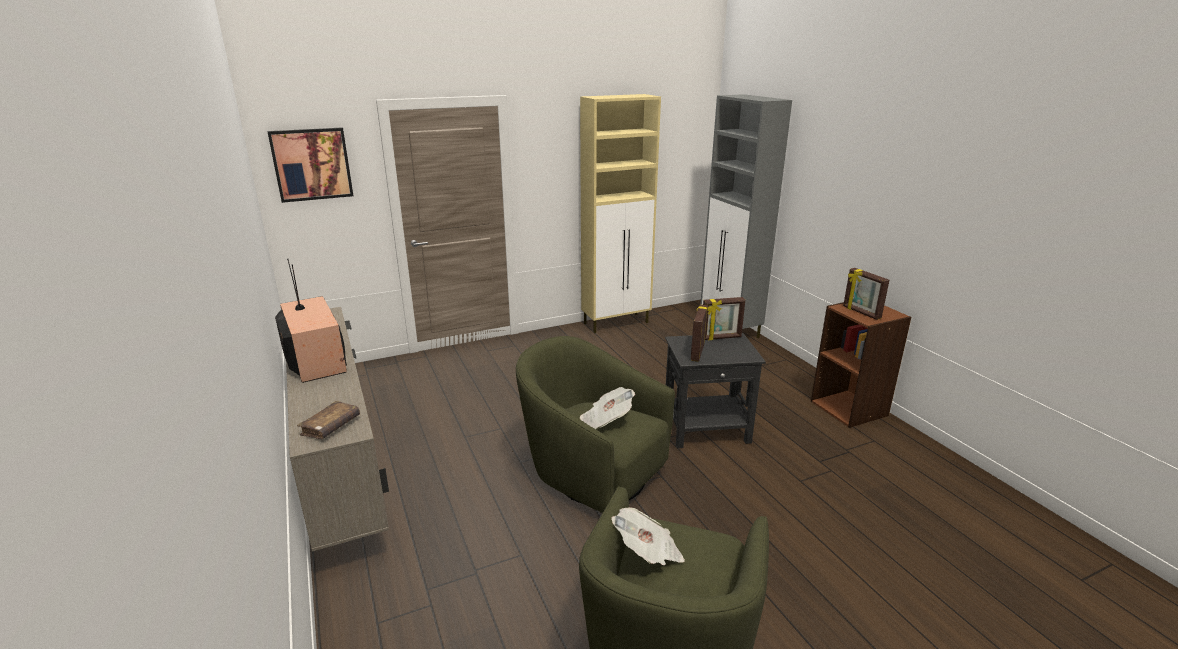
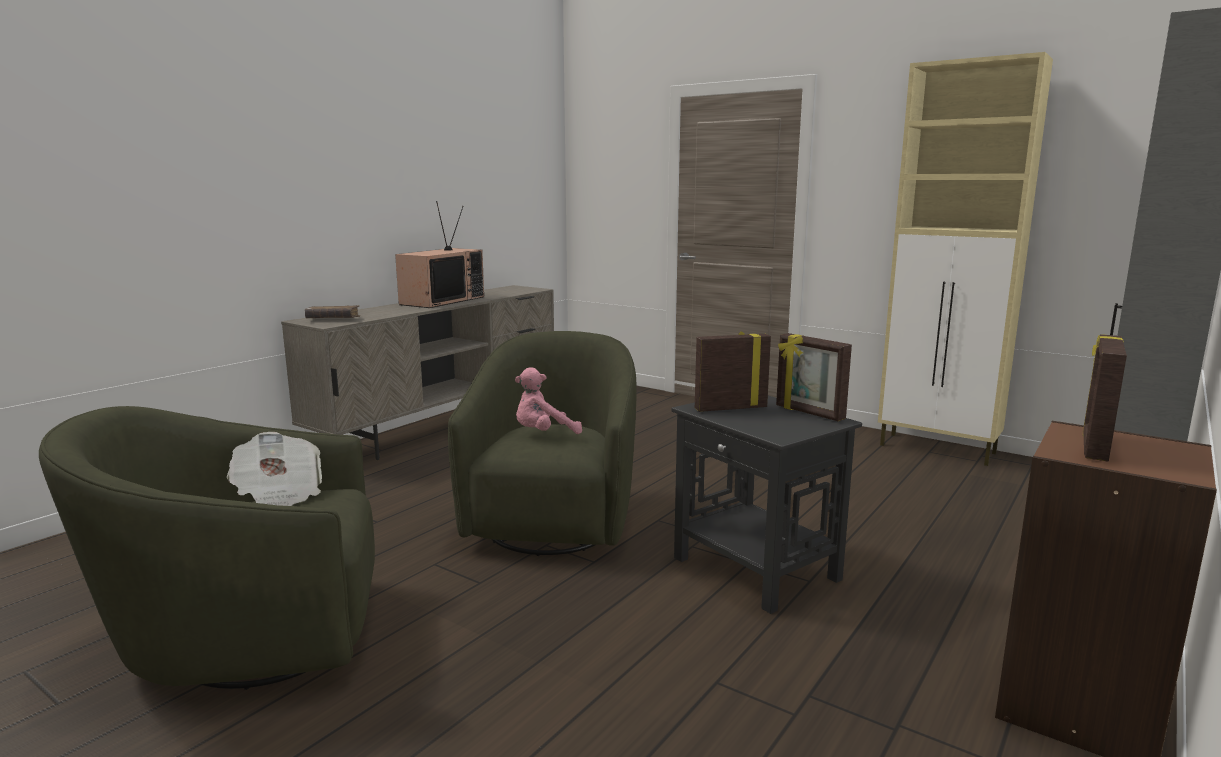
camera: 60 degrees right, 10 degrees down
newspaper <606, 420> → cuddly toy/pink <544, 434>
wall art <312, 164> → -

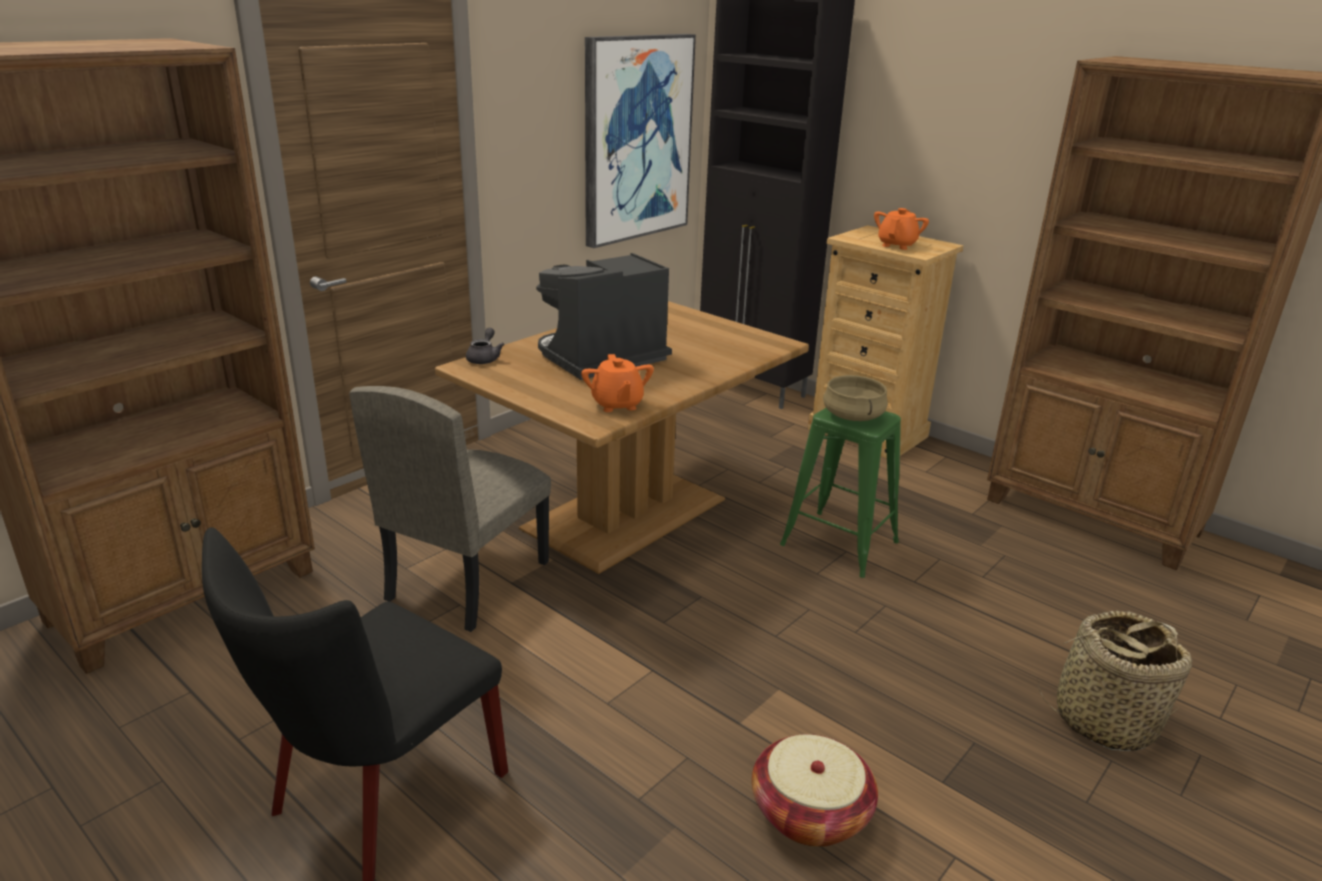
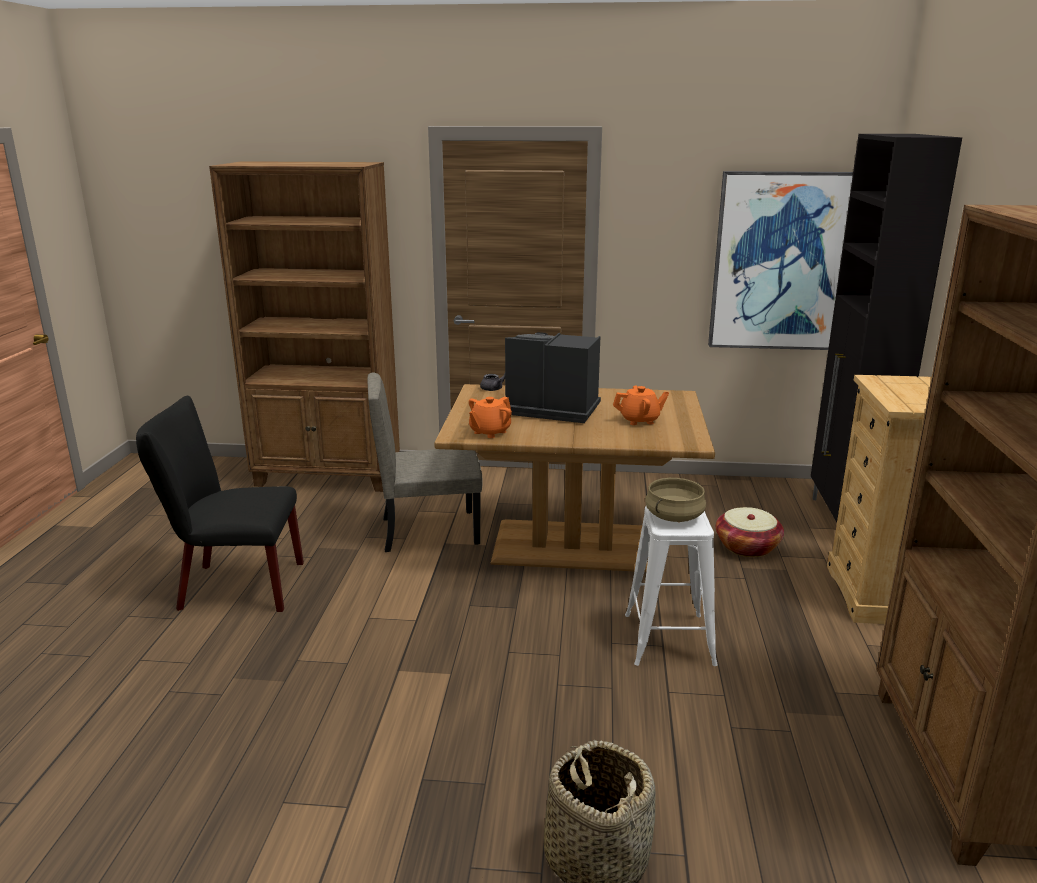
camera: 55 degrees right, 5 degrees down
pot for tea/orange <897, 245> → pot for tea/orange <640, 420>, moved
stool/green <839, 543> → stool/white <669, 639>
household basket <810, 813> → household basket <747, 547>, moved

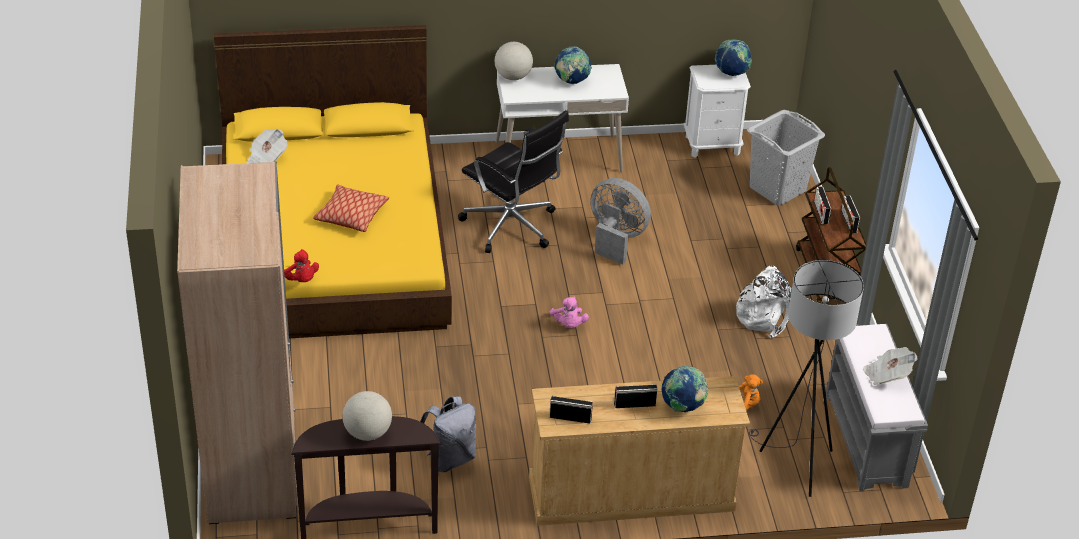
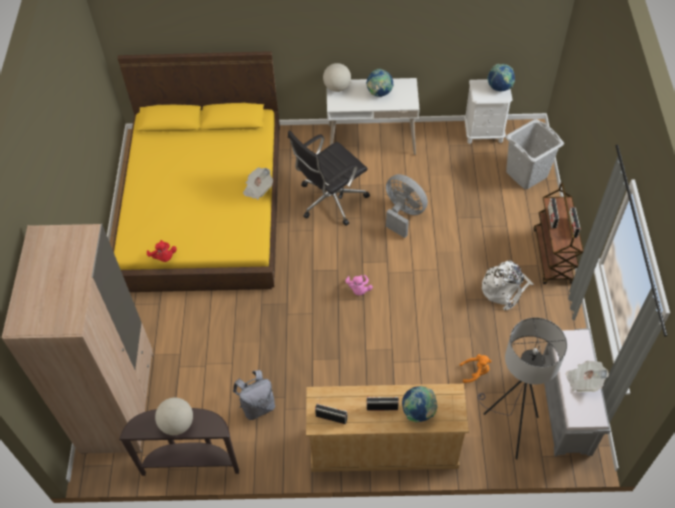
camera: 10 degrees right, 15 degrees up
newspaper <266, 158> → newspaper <258, 189>, moved
desk chair/black <512, 227> → desk chair/black <330, 200>, 90 degrees clockwise
pillow <351, 215> → -

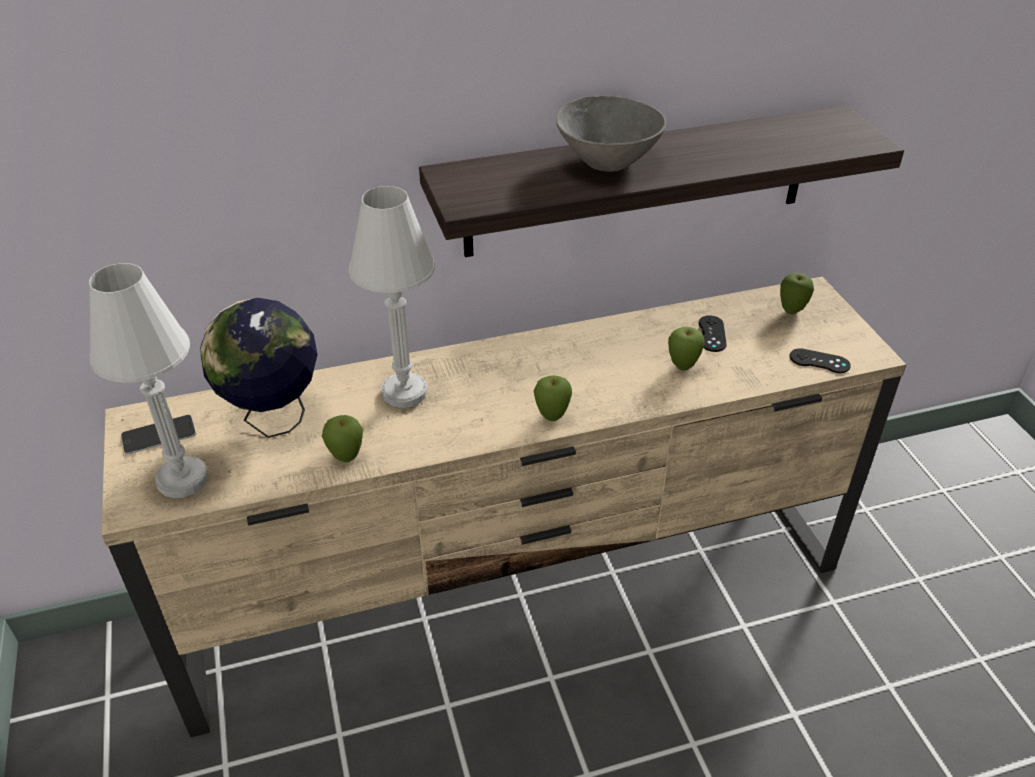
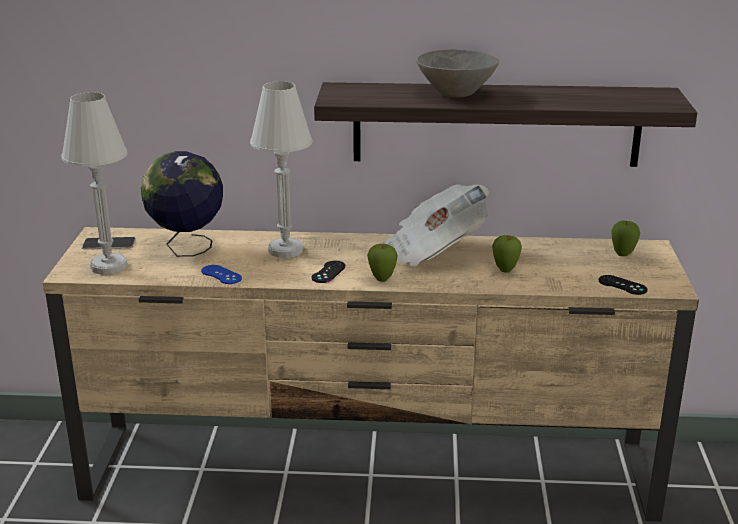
camera: 20 degrees right, 15 degrees down
whole apple <346, 458> → gamepad/blue-coloured <221, 275>
gamepad/black <712, 334> → gamepad/black <328, 272>, moved
- → newspaper <432, 251>

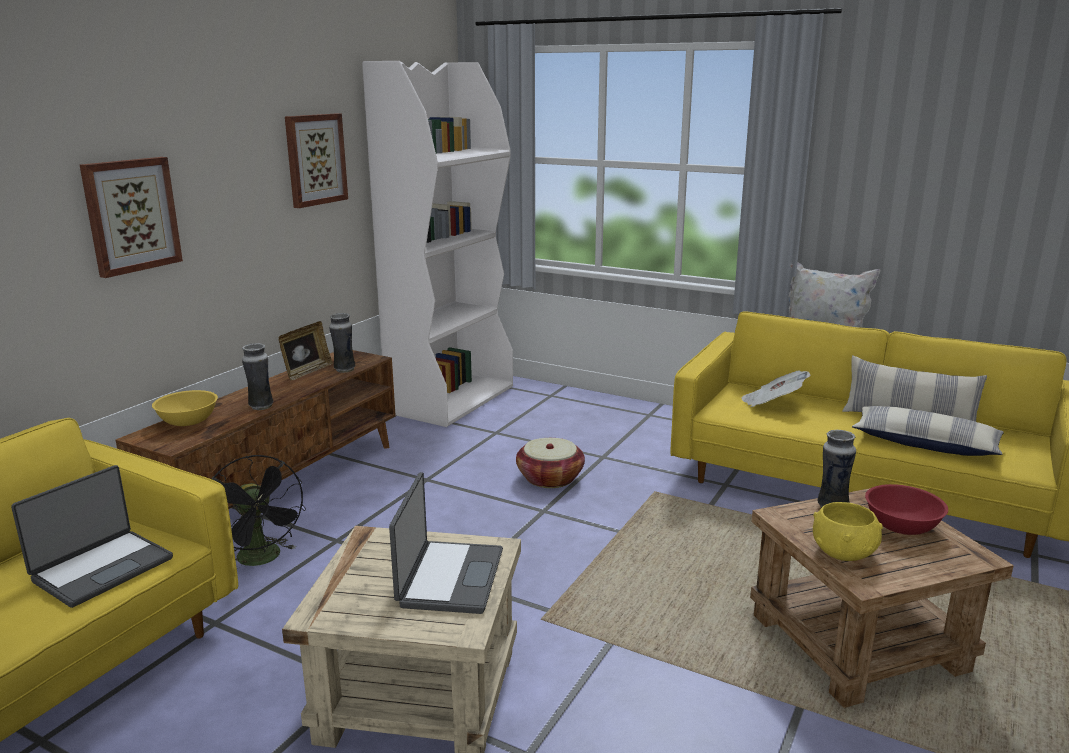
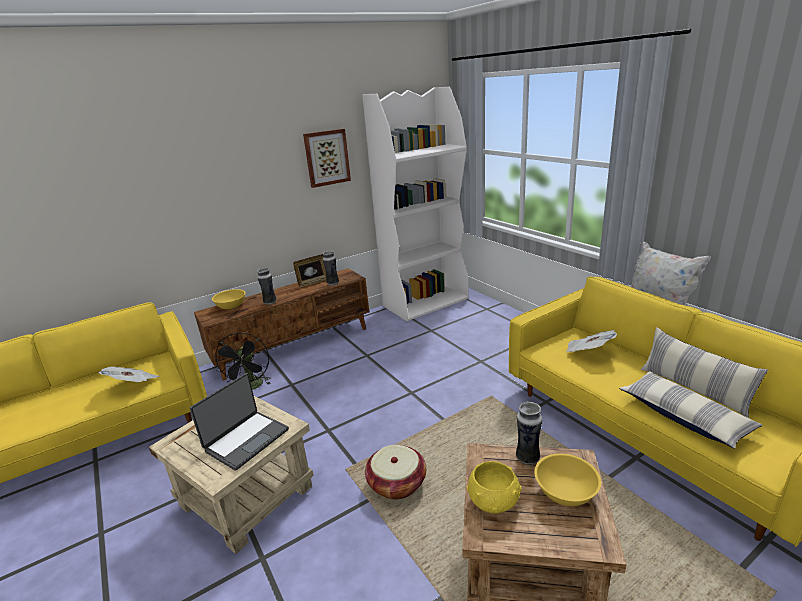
camera: 30 degrees right, 5 degrees up
laptop <102, 568> → newspaper <134, 384>
household basket <550, 478> → household basket <397, 483>, moved
bowl/reddish <901, 526> → bowl/yellow-coloured <565, 492>
wall art <131, 215> → -

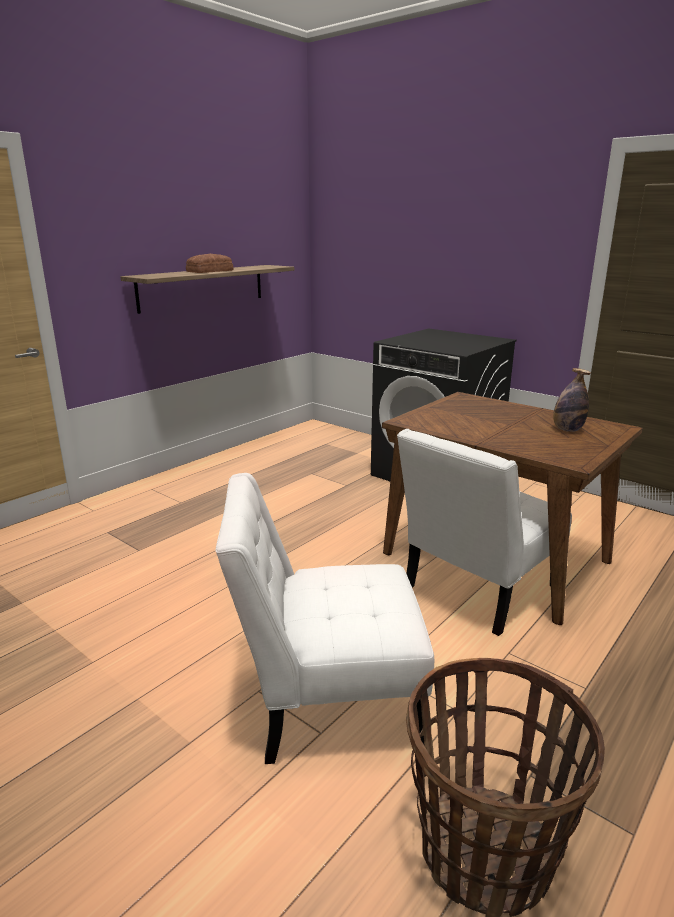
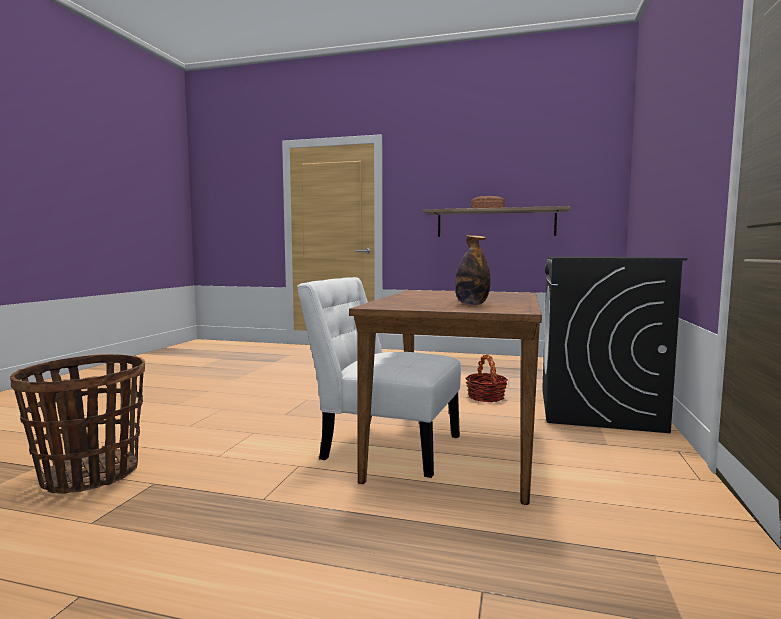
camera: 65 degrees right, 15 degrees down
- → household basket <486, 397>
plain chair/white <327, 701> → -

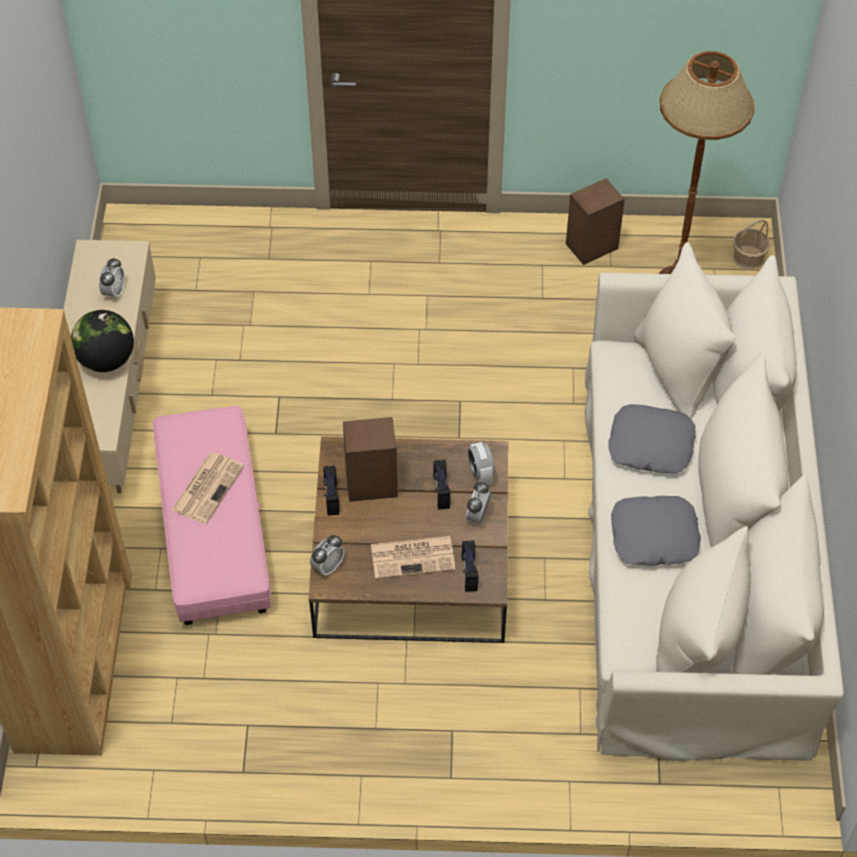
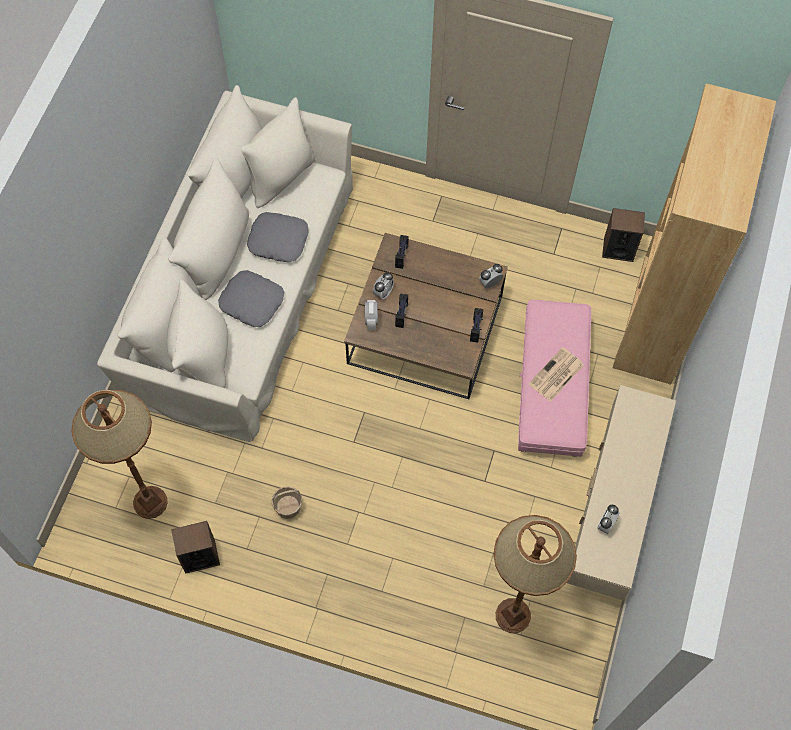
camera: 165 degrees left, 10 degrees up
household basket <748, 258> → household basket <288, 507>, moved
- → standard lamp/brownish <512, 615>
loudspeaker <371, 484> → loudspeaker <618, 249>, moved
world globe <106, 360> → -
newspaper <414, 557> → -

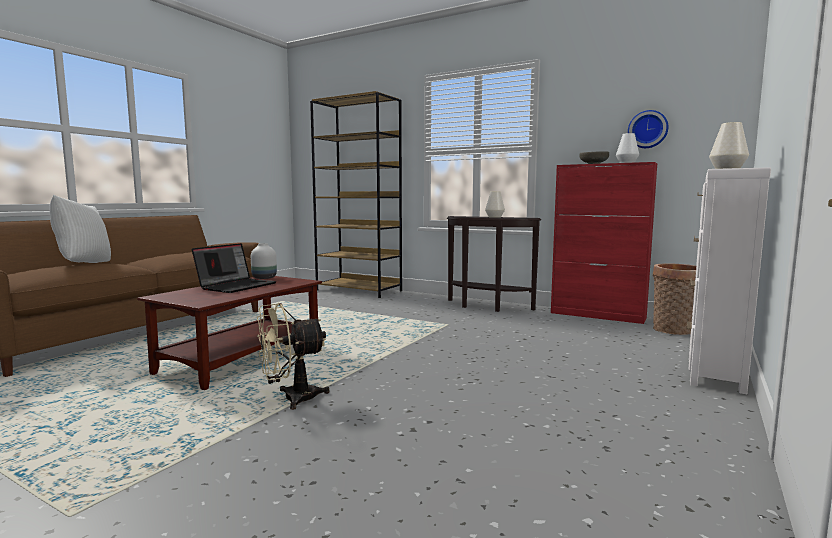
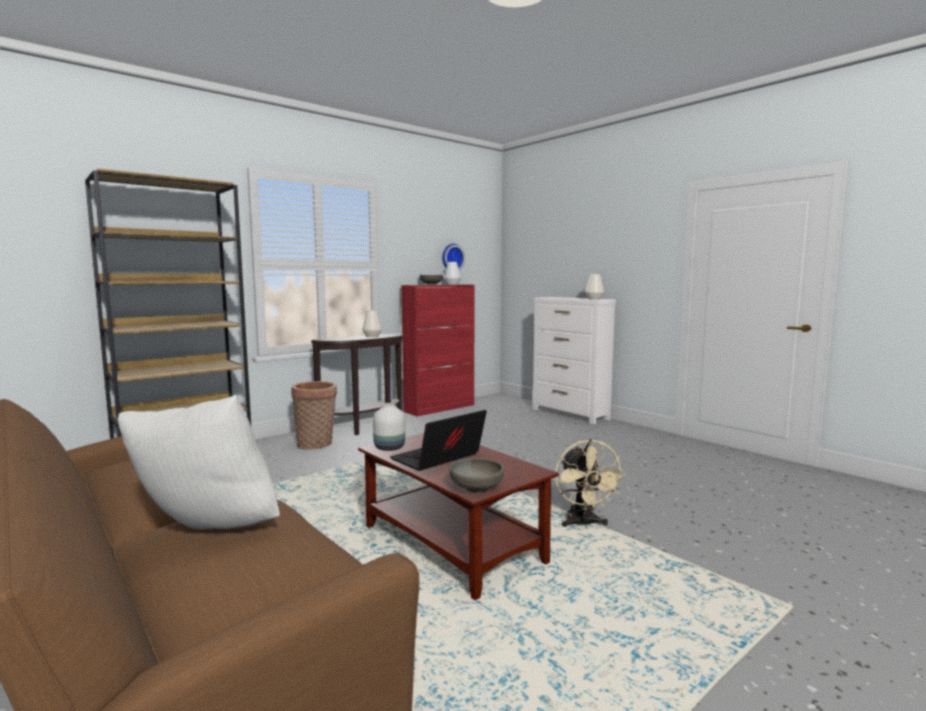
camera: 70 degrees left, 0 degrees up
household basket <674, 331> → household basket <316, 444>, moved
laptop <237, 286> → laptop <437, 459>, 90 degrees counterclockwise
- → bowl/greyish <476, 488>

